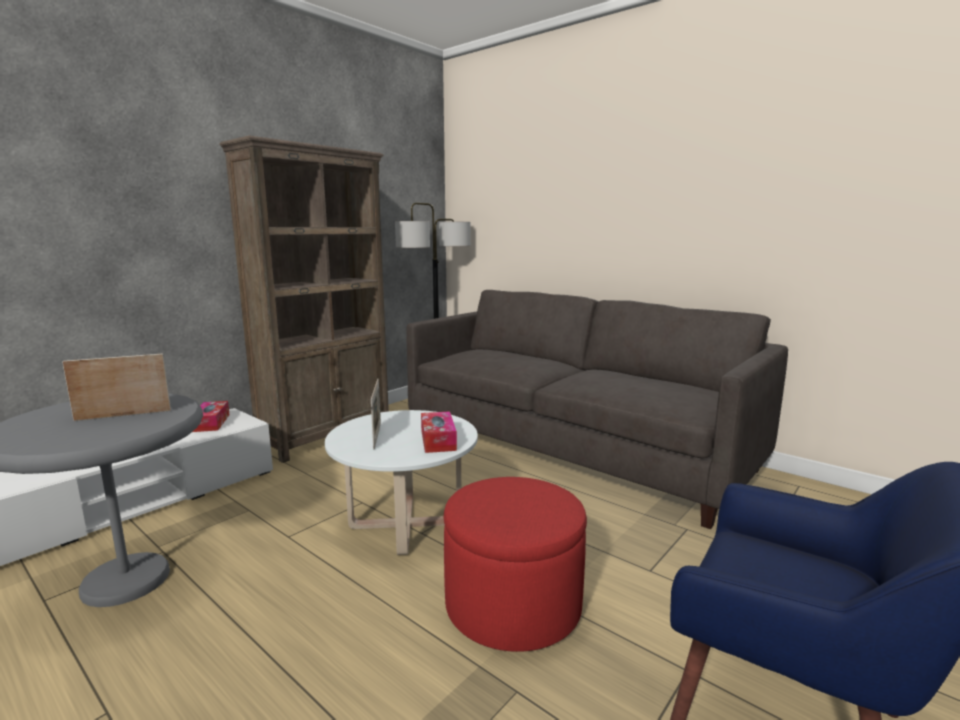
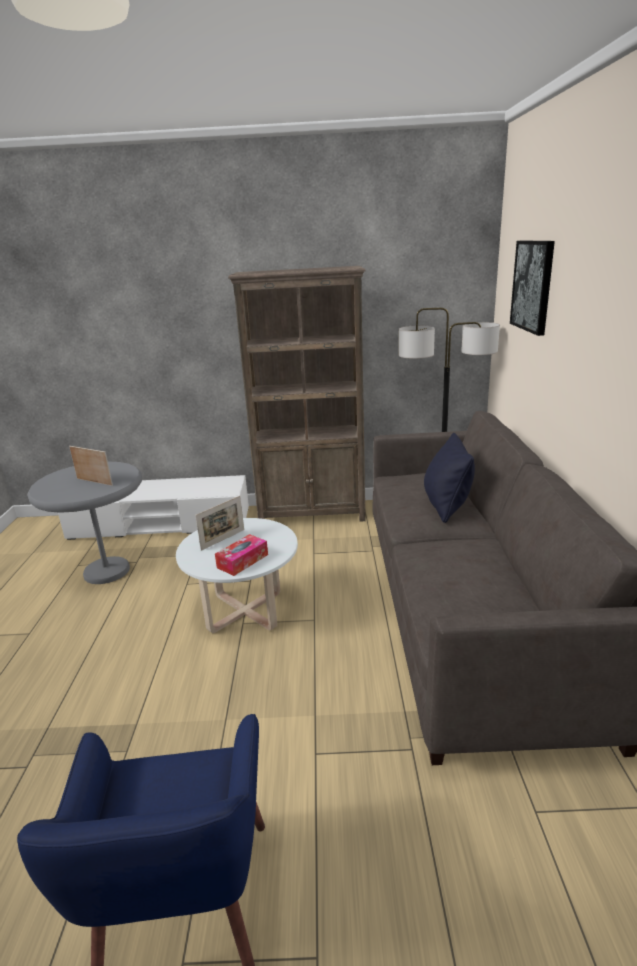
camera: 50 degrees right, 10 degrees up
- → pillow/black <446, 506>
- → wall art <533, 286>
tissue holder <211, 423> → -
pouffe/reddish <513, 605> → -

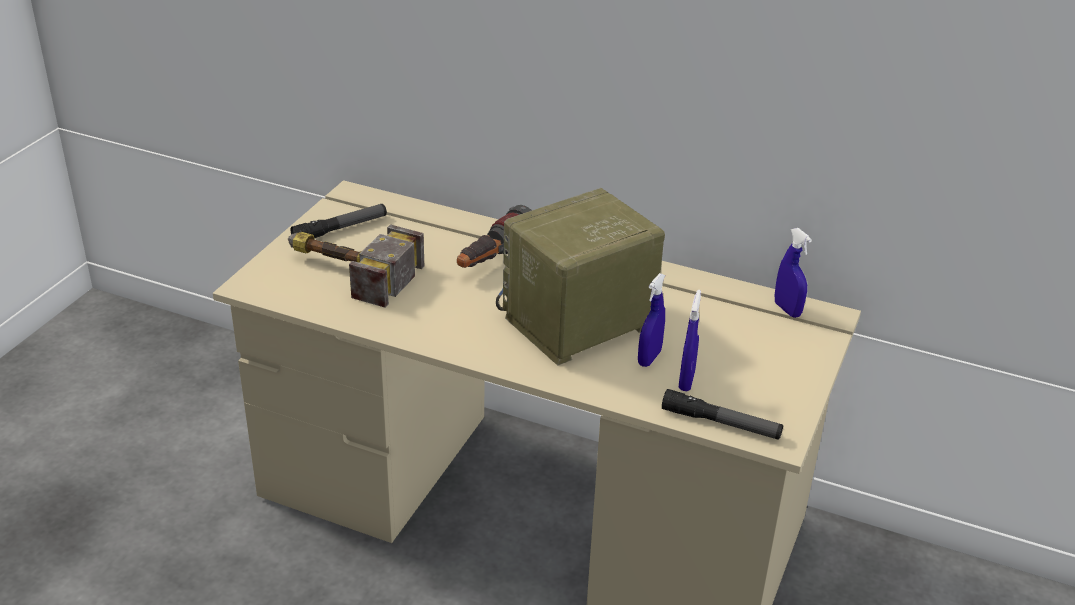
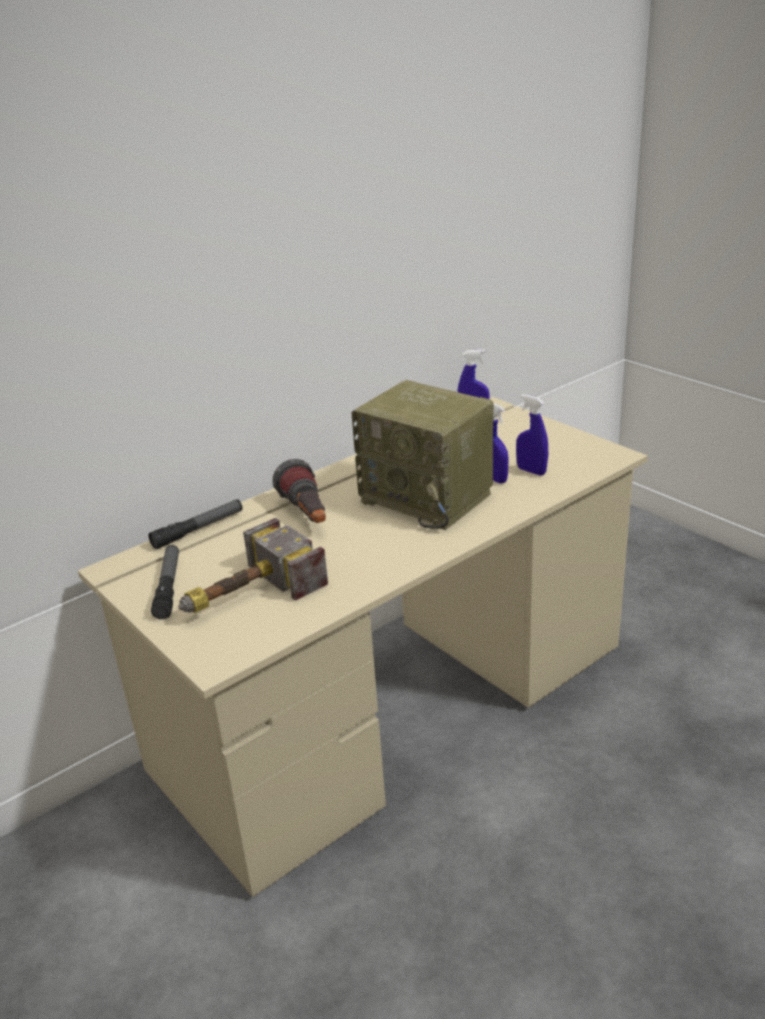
camera: 60 degrees left, 5 degrees down
torch <721, 423> → torch <198, 529>, moved
radio receiver <577, 324> → radio receiver <429, 498>, 45 degrees counterclockwise

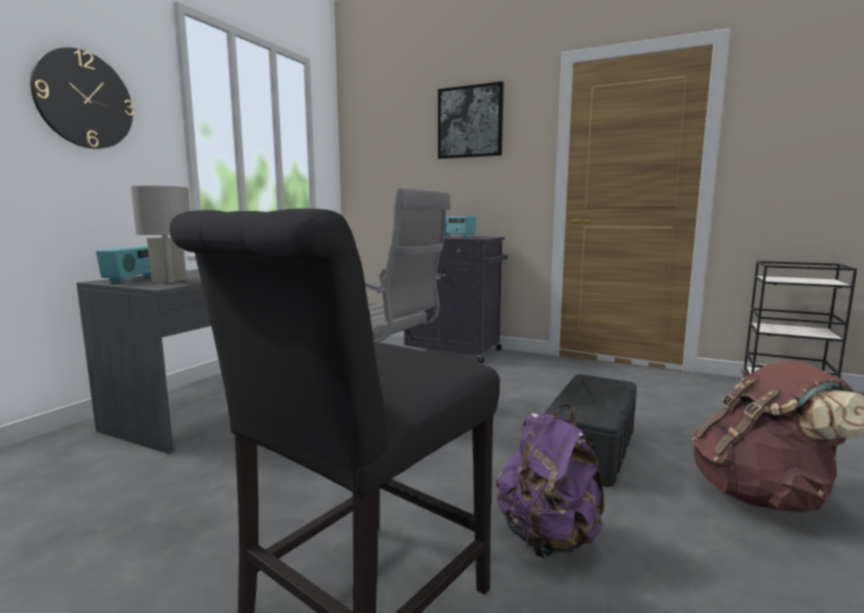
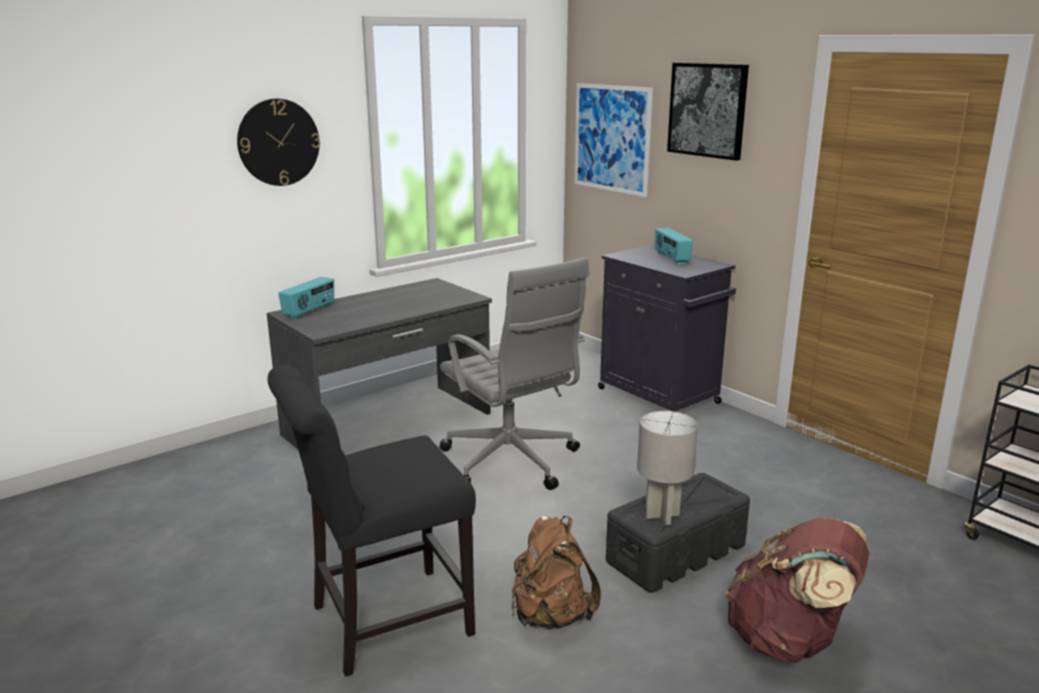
camera: 25 degrees right, 10 degrees up
rucksack/purplish <548, 539> → rucksack/brownish <551, 616>
- → wall art <611, 138>
tabletop lamp/greyish <169, 281> → tabletop lamp/greyish <662, 516>, moved

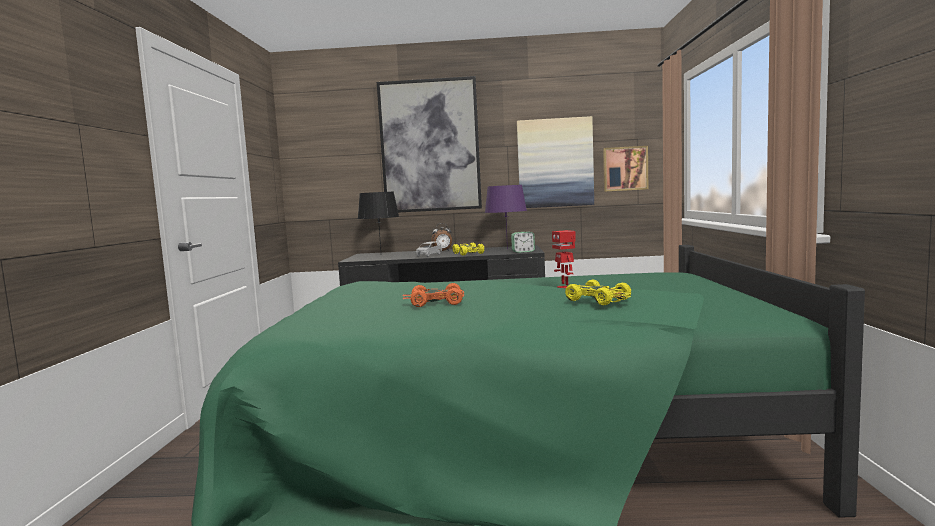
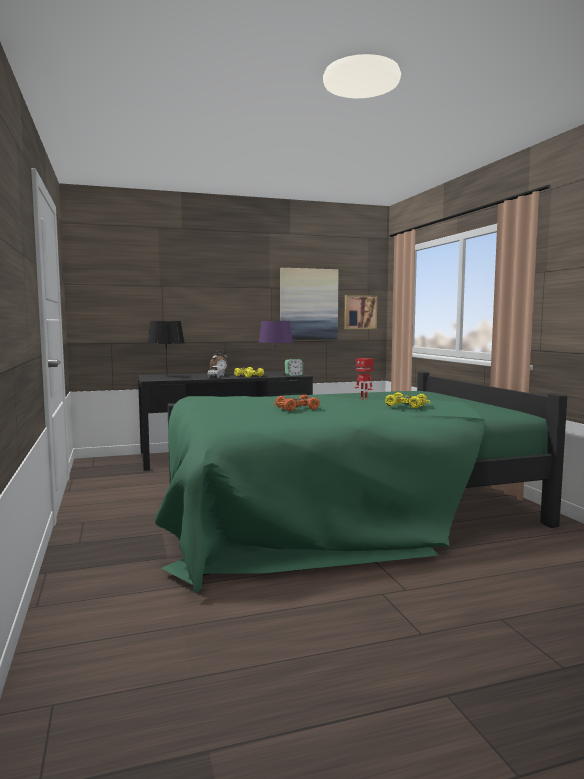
camera: 20 degrees left, 0 degrees up
wall art <430, 146> → -

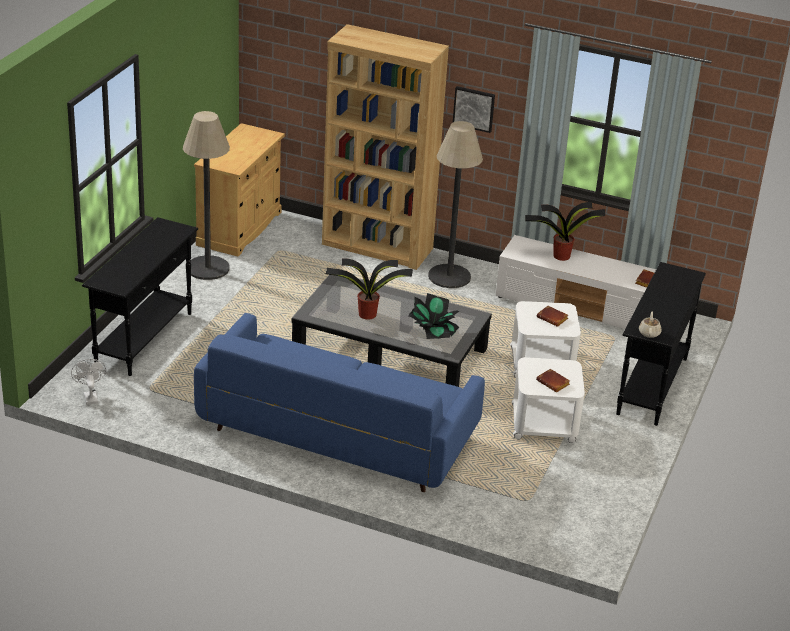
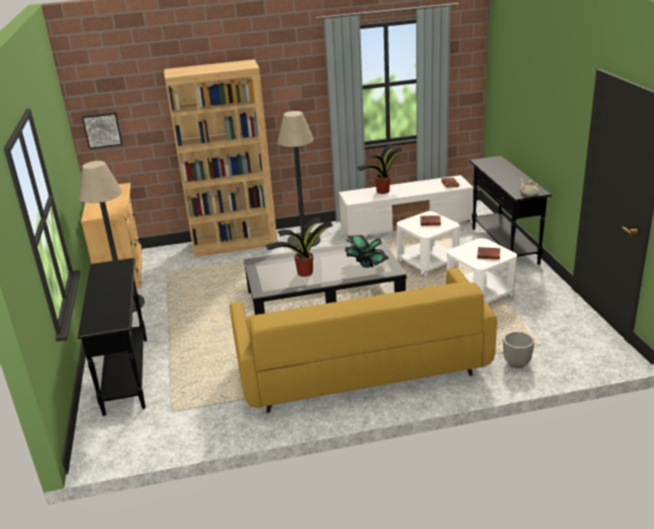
camera: 30 degrees left, 5 degrees down
wall art <474, 108> → wall art <102, 130>, moved
settee/blue-coloured <337, 433> → settee/yellow-coloured <360, 367>
- → plant pot <516, 363>
cooling fan/white <90, 396> → -

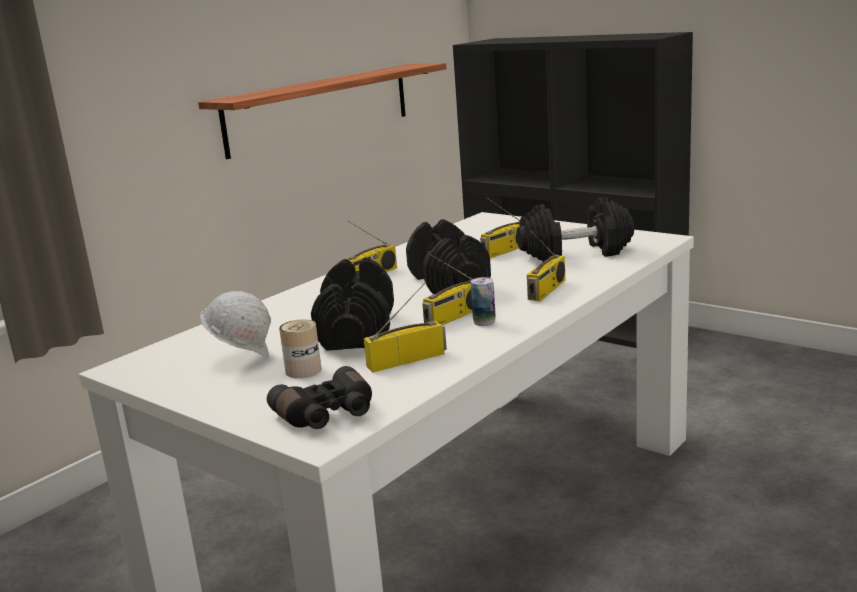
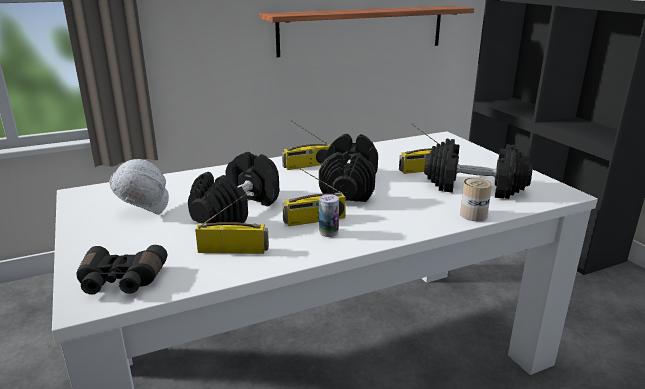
camera: 25 degrees right, 5 degrees up
sealed can <303, 370> → sealed can <473, 215>, moved
radio receiver <547, 290> → -

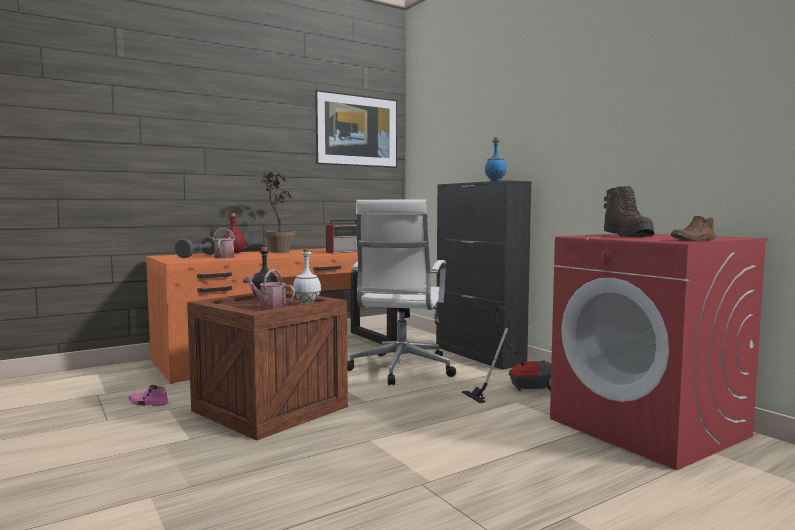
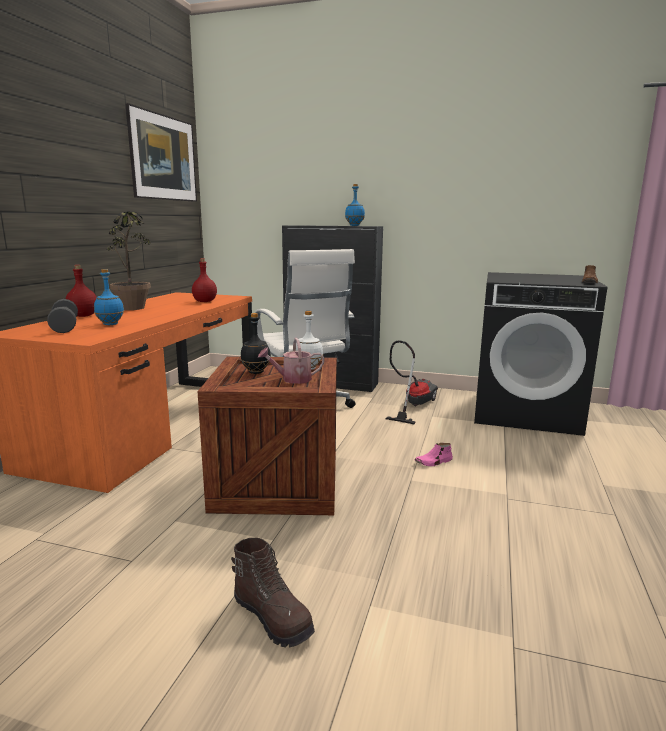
camera: 40 degrees left, 10 degrees up
sprinkling can <225, 257> → drink bottle/blue-coloured <110, 324>
radio receiver <344, 252> → drink bottle/reddish <204, 301>
high-top boot/brownish <628, 236> → high-top boot/brownish <273, 617>, moved
item of footwear/pink <148, 403> → item of footwear/pink <433, 462>, moved
laundry appliance/reddish <649, 428> → laundry appliance/black <526, 412>

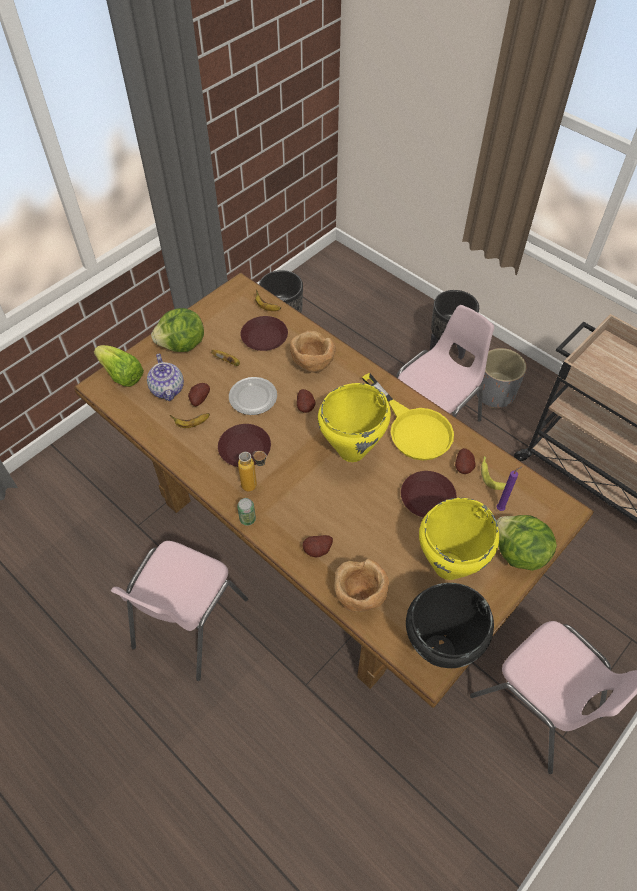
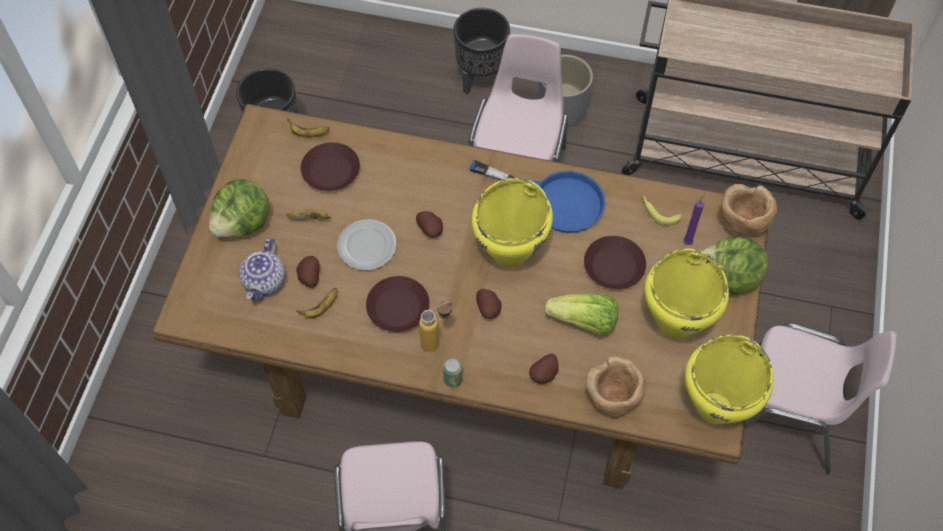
camera: 30 degrees left, 5 degrees up
pot for tea <168, 389> → pot for tea <265, 282>, 60 degrees clockwise
frying pan/yellow-coloured <413, 428> → frying pan/blue-coloured <554, 199>
spud <464, 467> → spud <489, 309>, moved
lettuce <121, 375> → lettuce <584, 322>, moved
saucepot/black <438, 650> → saucepot/yellow-coloured <713, 408>
bowl/brownish <312, 365> → bowl/brownish <741, 223>, moved

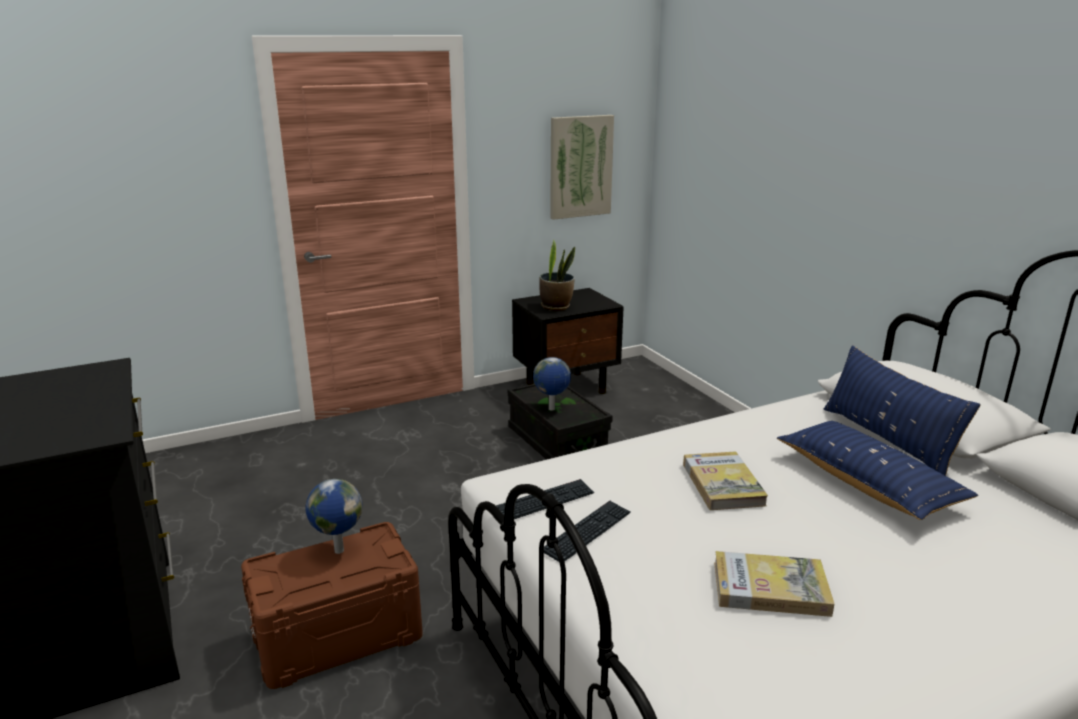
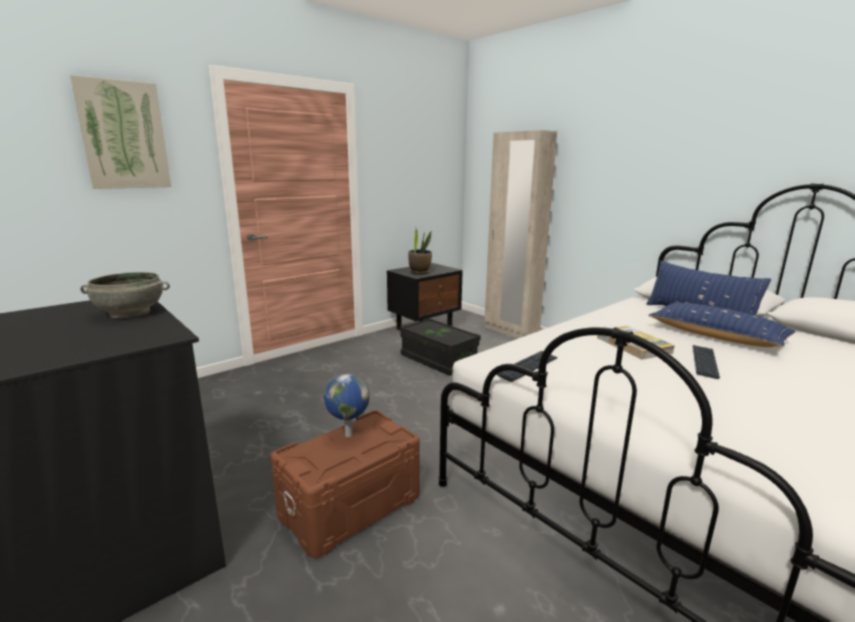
camera: 15 degrees left, 5 degrees down
wall art <580, 166> → wall art <123, 135>, moved
- → bowl/greyish <130, 313>
- → armoire/beige <511, 332>
computer keyboard <587, 532> → computer keyboard <704, 362>, moved
world globe <552, 409> → -
bound book <770, 588> → -

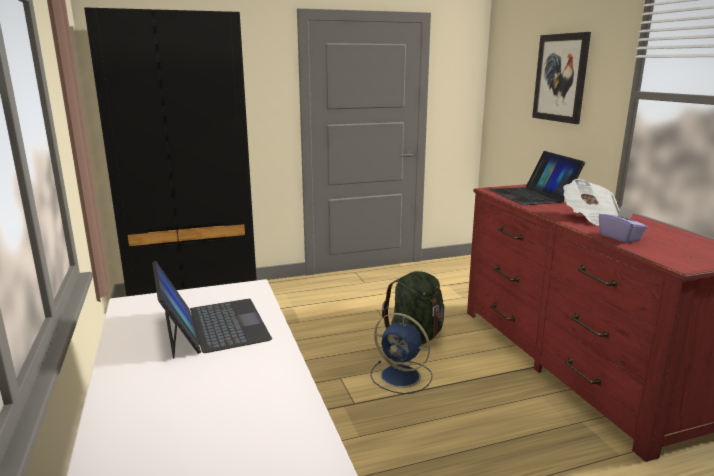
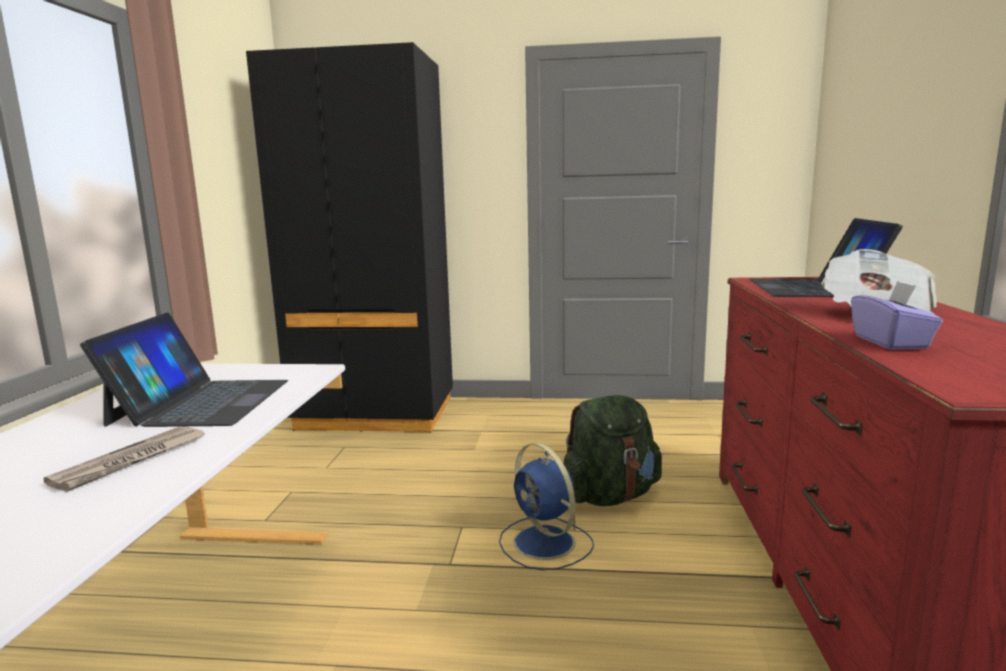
camera: 25 degrees right, 5 degrees down
- → newspaper <131, 461>
wall art <560, 78> → -

